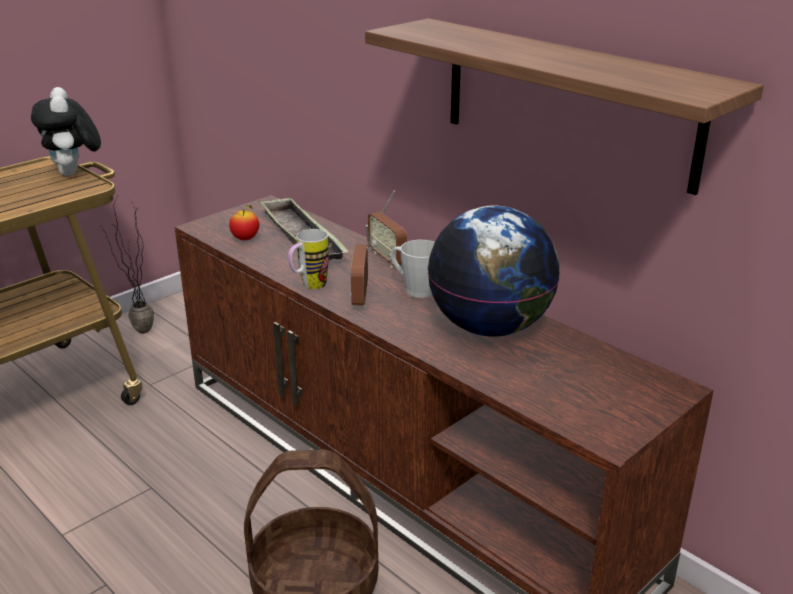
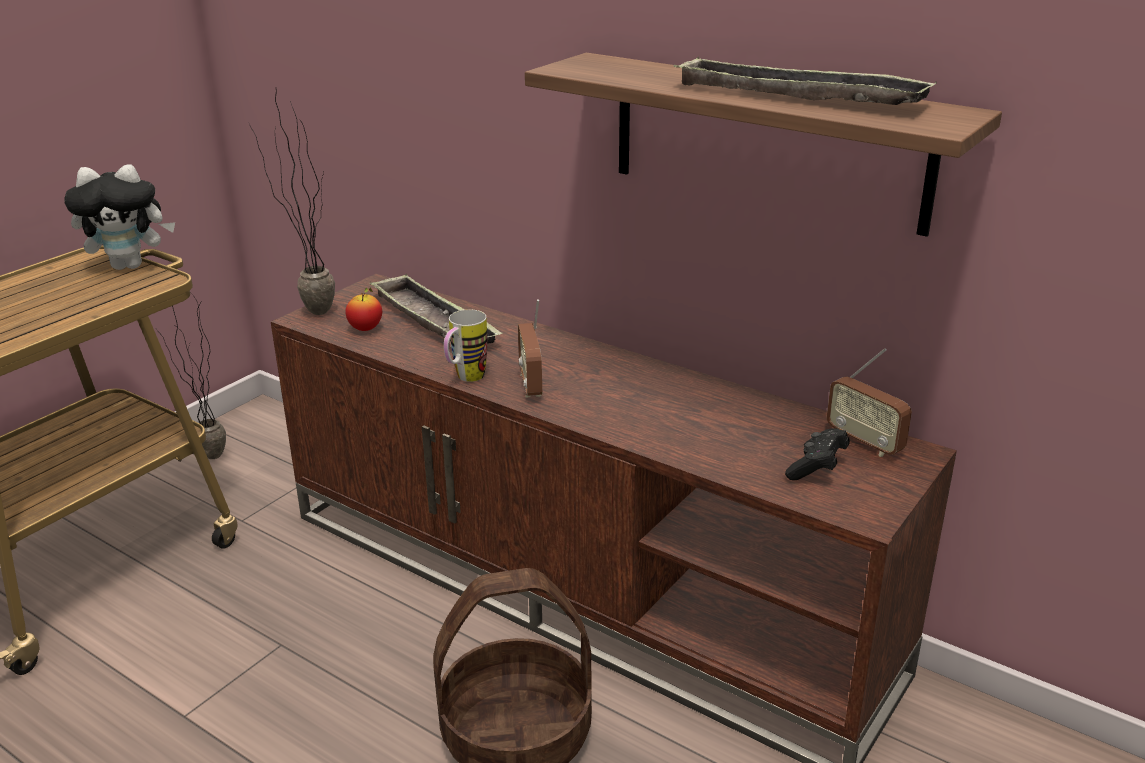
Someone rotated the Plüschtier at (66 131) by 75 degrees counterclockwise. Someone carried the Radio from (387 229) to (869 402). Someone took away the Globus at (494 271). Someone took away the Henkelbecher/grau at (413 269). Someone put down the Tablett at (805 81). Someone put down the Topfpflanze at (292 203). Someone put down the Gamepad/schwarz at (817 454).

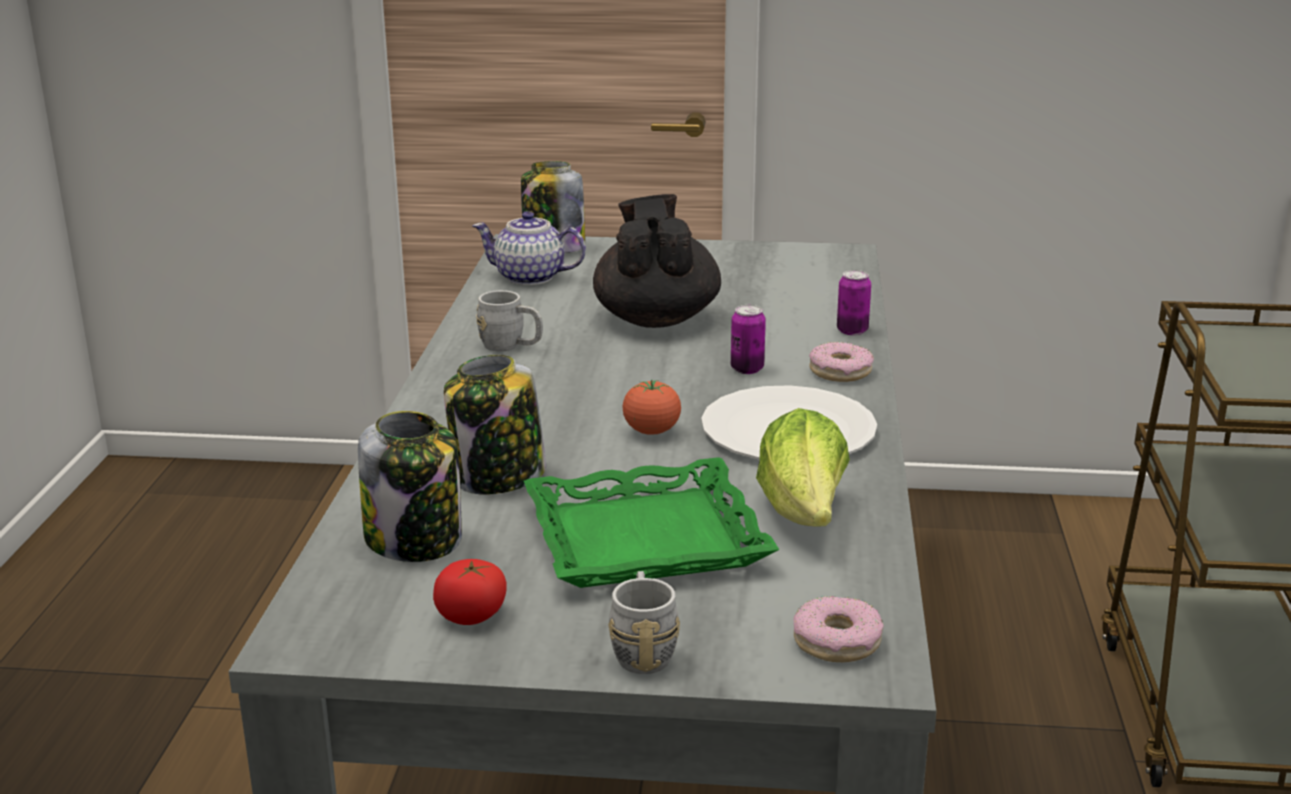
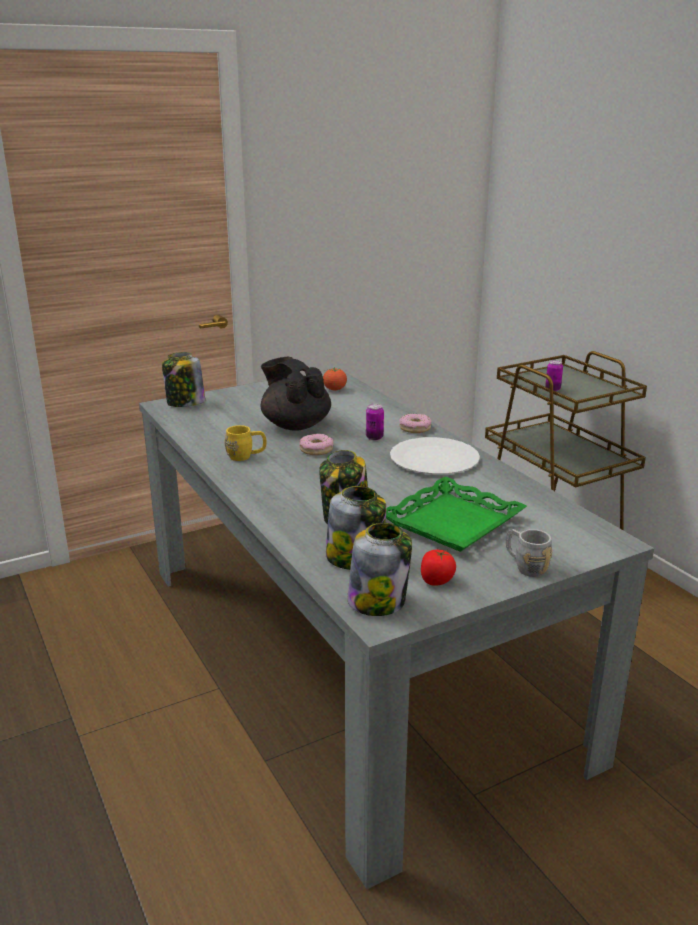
Someone took away the Teekanne at (529 248). Someone carried the Dose from (854 303) to (554 376). Someone repainted the Henkelbecher/grau at (509 320), which became the Henkelbecher/gelb at (245 443). Someone carried the Tomate from (652 407) to (335 379). Someone took away the Salatkopf at (803 467). Someone carried the Donut from (838 629) to (316 444). Someone put down the Vorratsglas at (379 569).

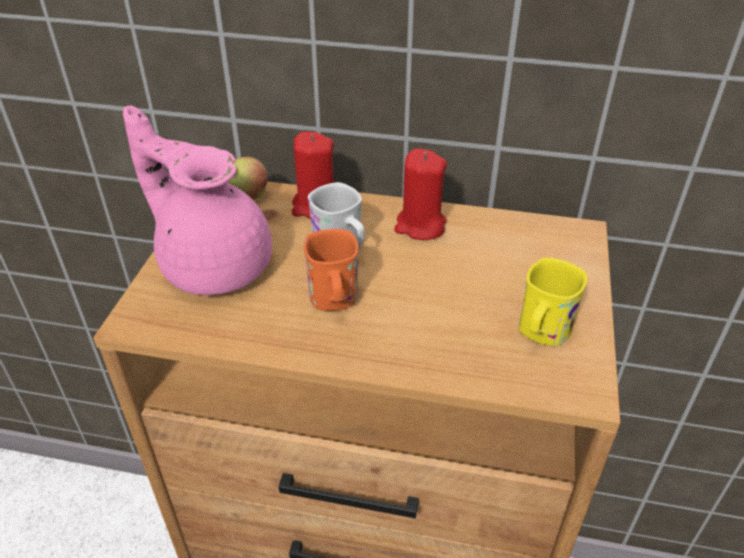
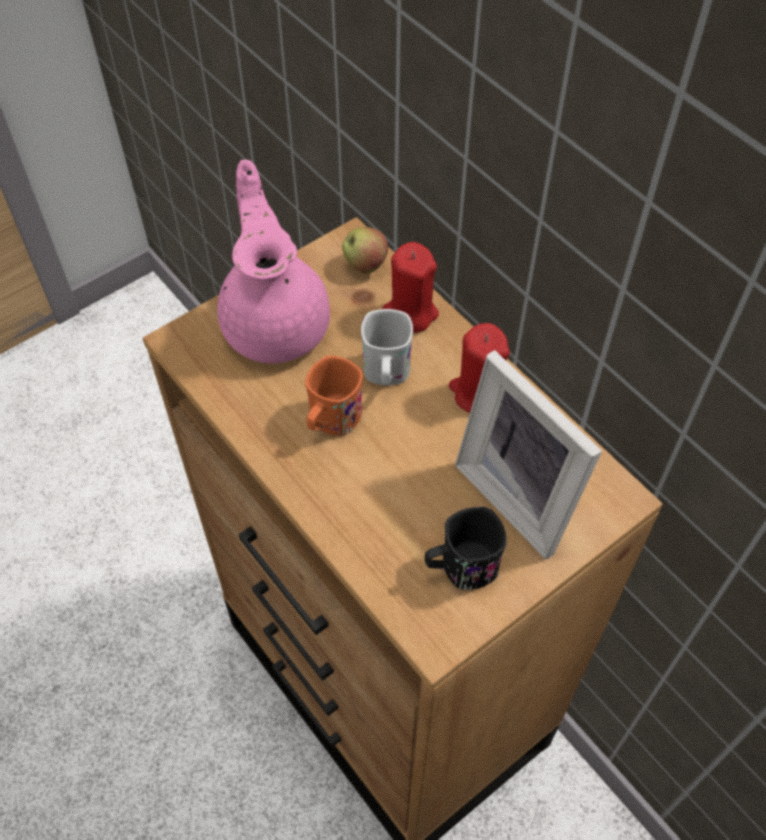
Someone repainted the Henkelbecher/gelb at (553 302), which became the Henkelbecher/schwarz at (466 548). Someone put down the Bilderrahmen at (528 454).

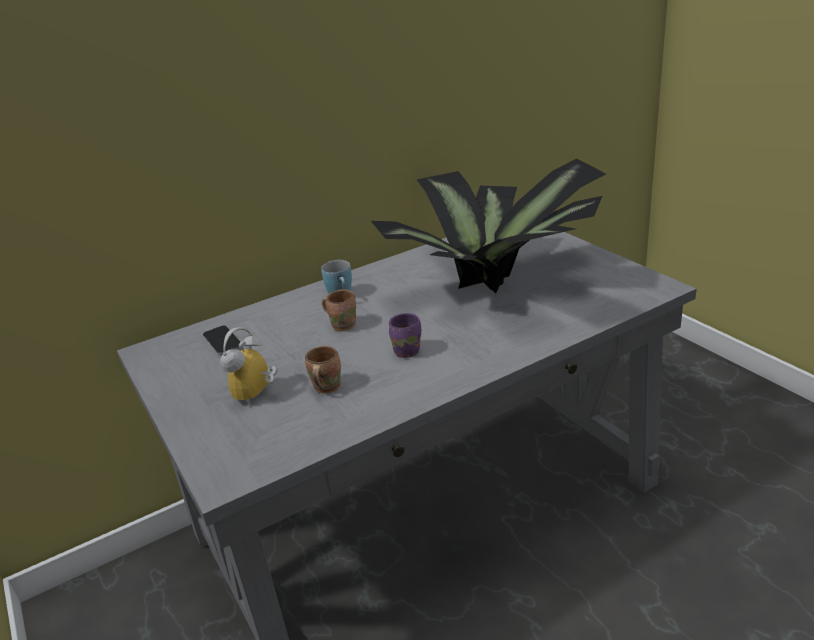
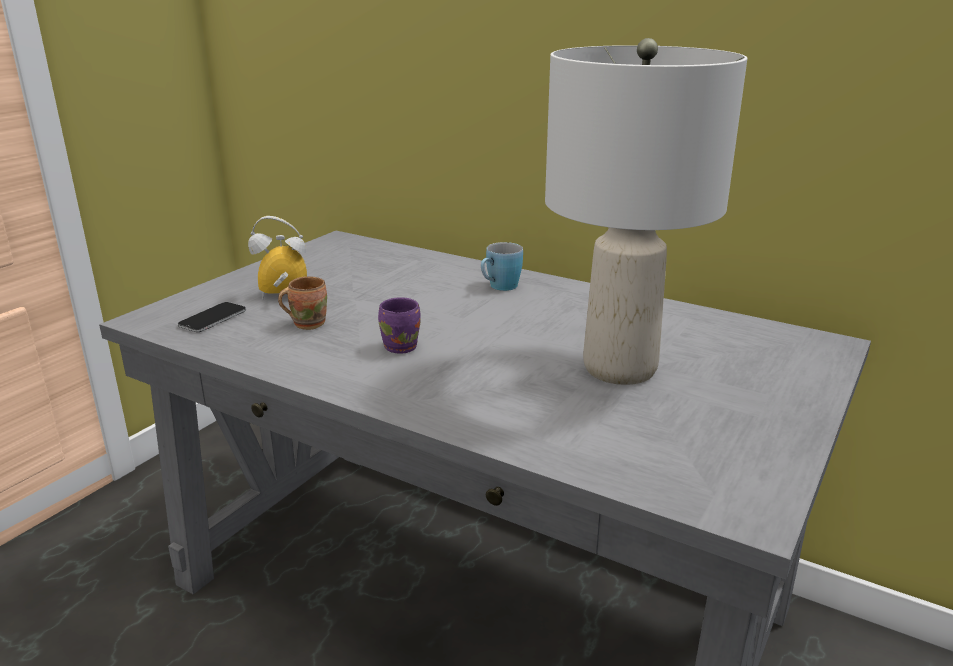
Someone swapped the Topfpflanze at (488 226) for the Tischlampe/grau at (646 211). Someone took away the Henkelbecher/braun at (339 310). Someone carried the Handy from (221 340) to (212 317).

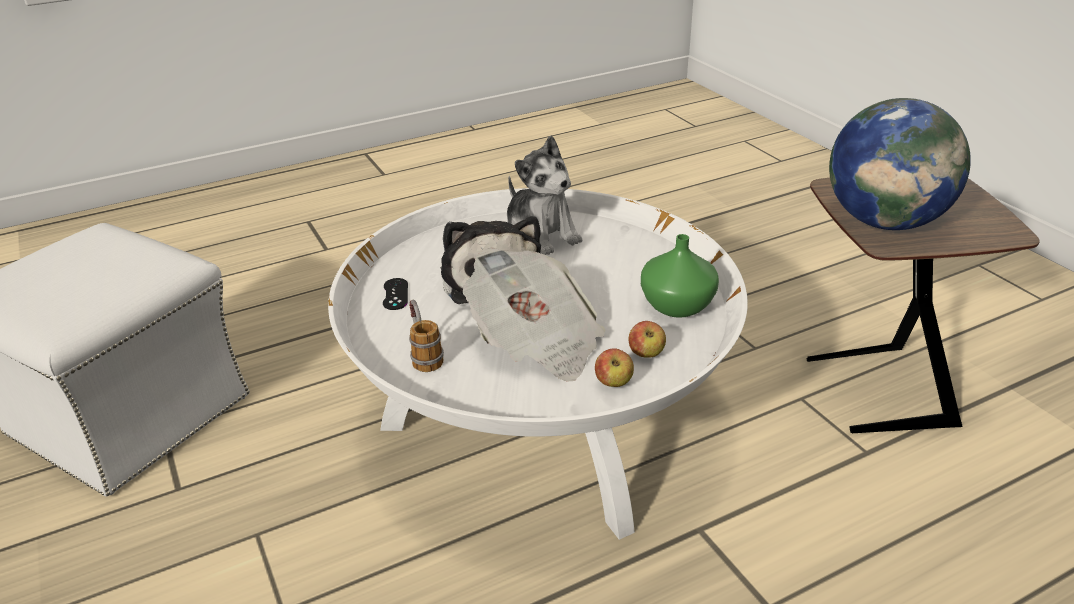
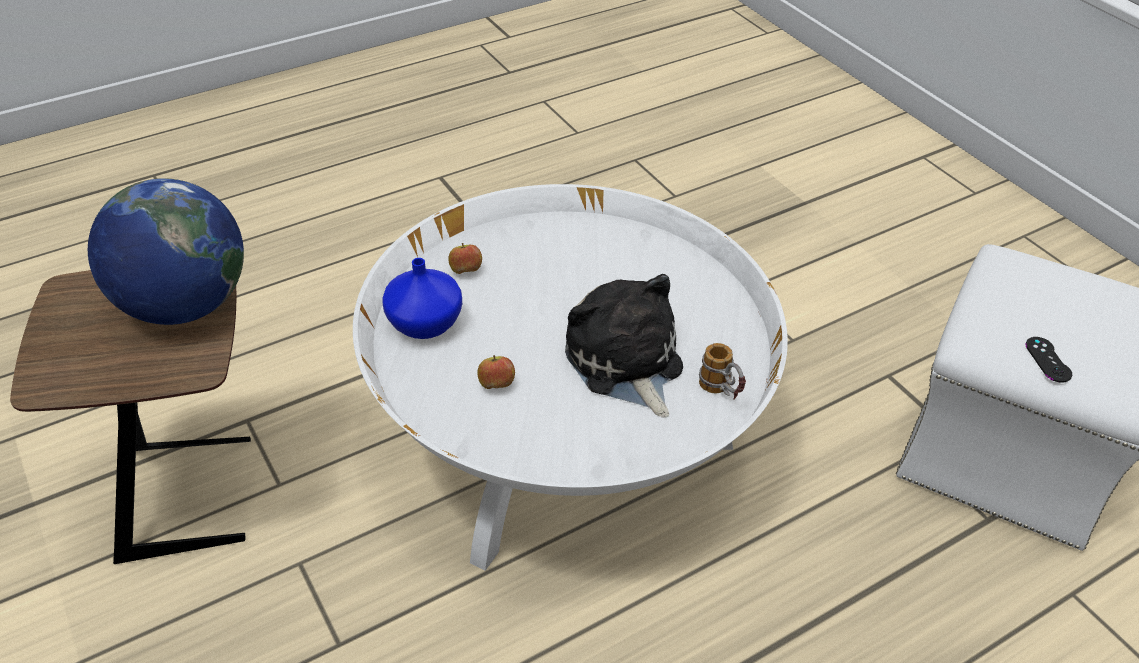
Someone took away the Plüschtier at (544 195). Someone repainted the Vase/grün at (680 276), which became the Vase/blau at (422 298). Someone took away the Zeitung at (534 315). Someone carried the Gamepad/schwarz from (395 294) to (1049 359). Someone carried the Henkelbecher from (426 336) to (722 371). Someone carried the Apfel from (614 367) to (496 372).

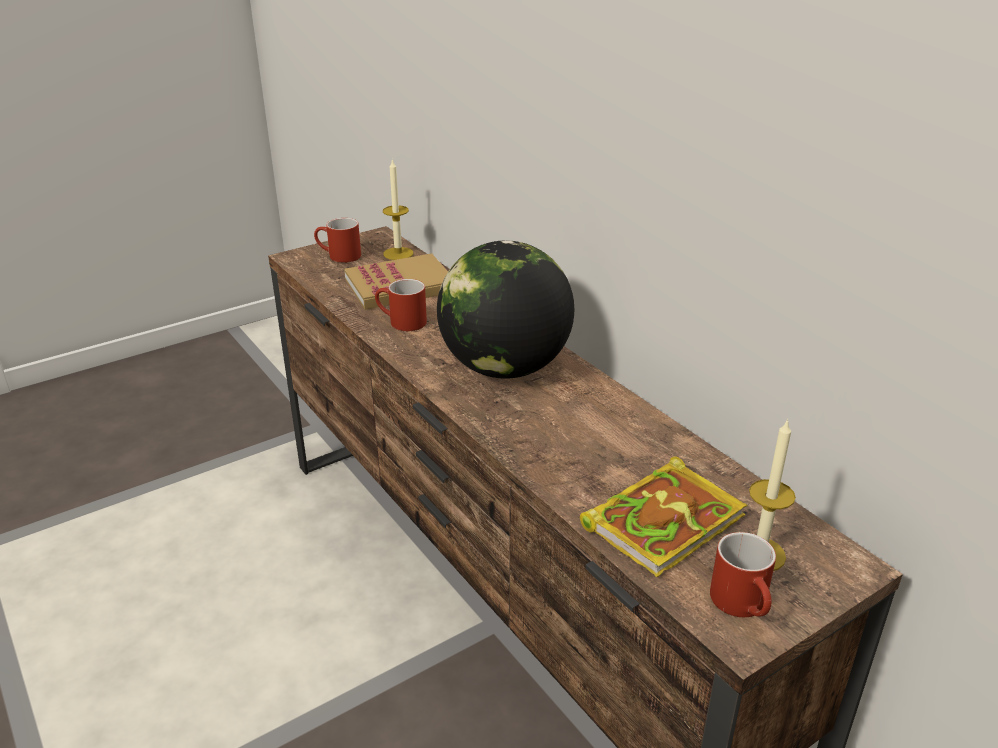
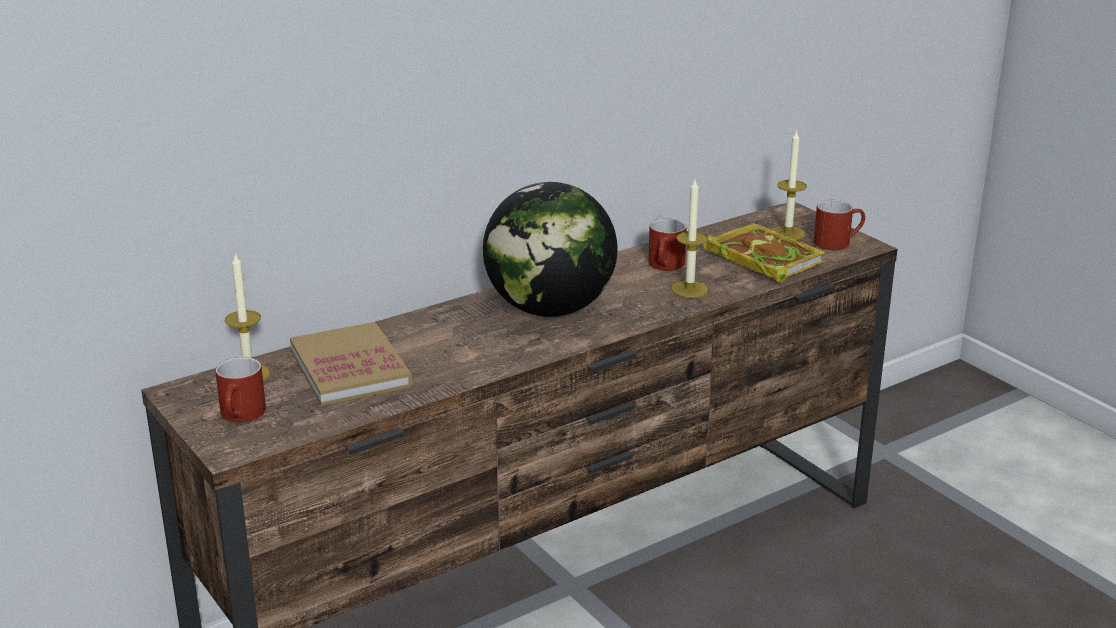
Someone carried the Henkelbecher/rot from (401 305) to (667 245). Someone put down the Kerze at (689 239).

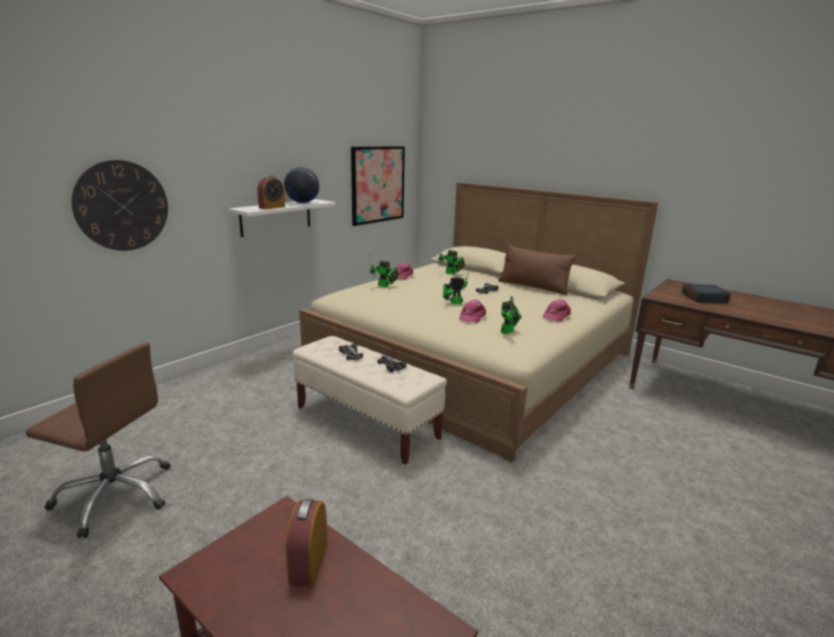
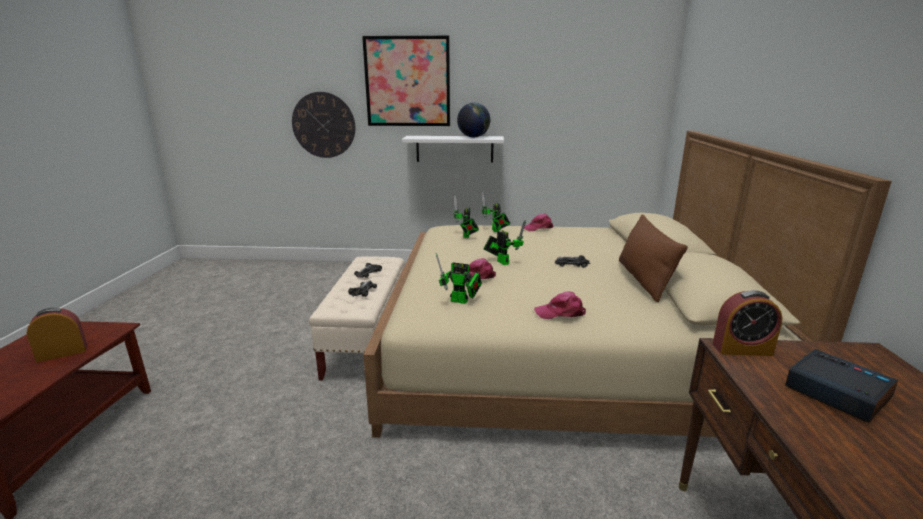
Someone carried the Bild from (378 186) to (406 80). Someone carried the Wecker from (271 192) to (747 323). Someone carried the Spielzeugroboter from (451 258) to (466 216). Someone took away the Bürostuhl/braun at (98 440).

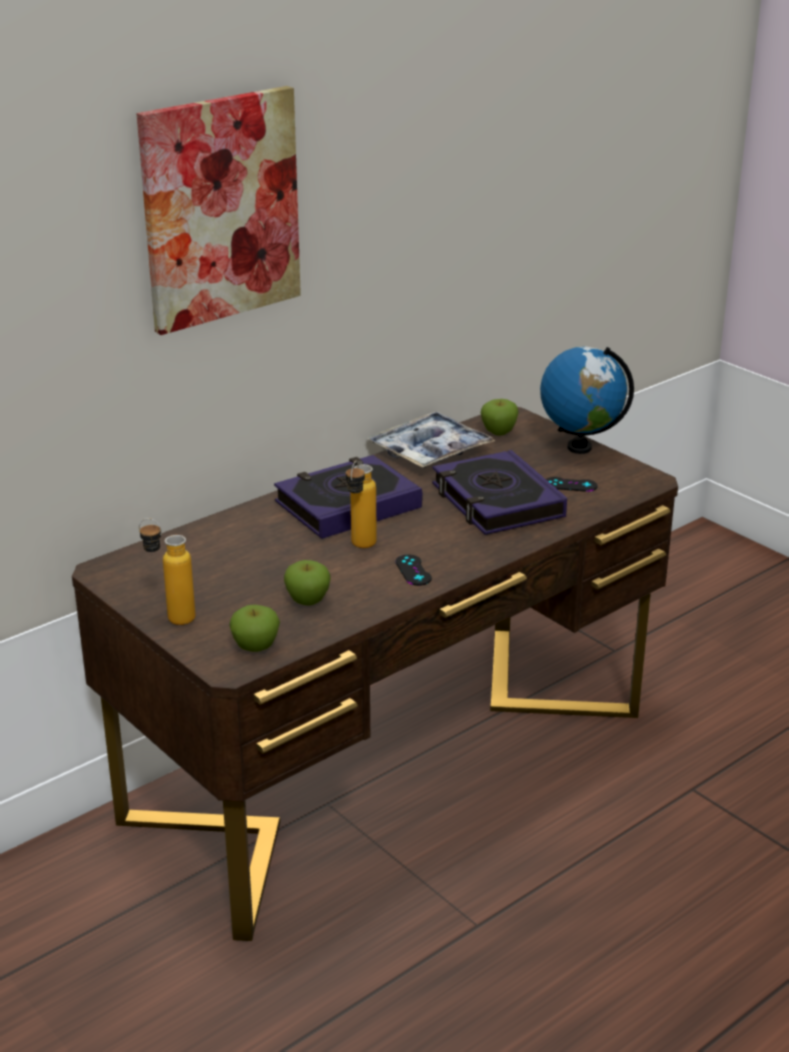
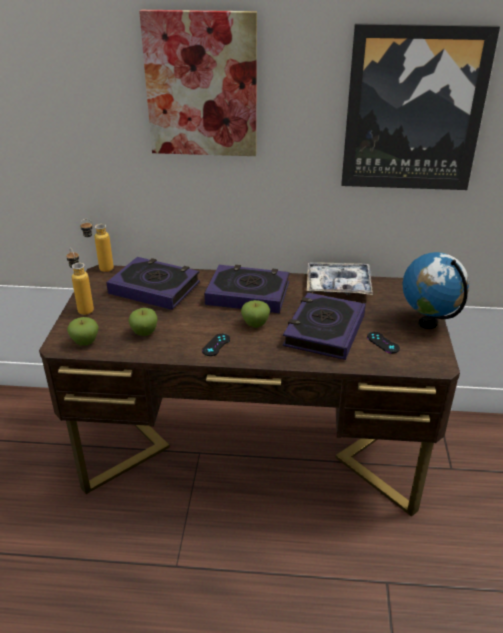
Someone carried the Apfel from (500 417) to (255 314). Someone carried the Flasche from (361 504) to (97 245). Someone put up the Bild at (420 106). Someone put down the Buch at (153 283).

